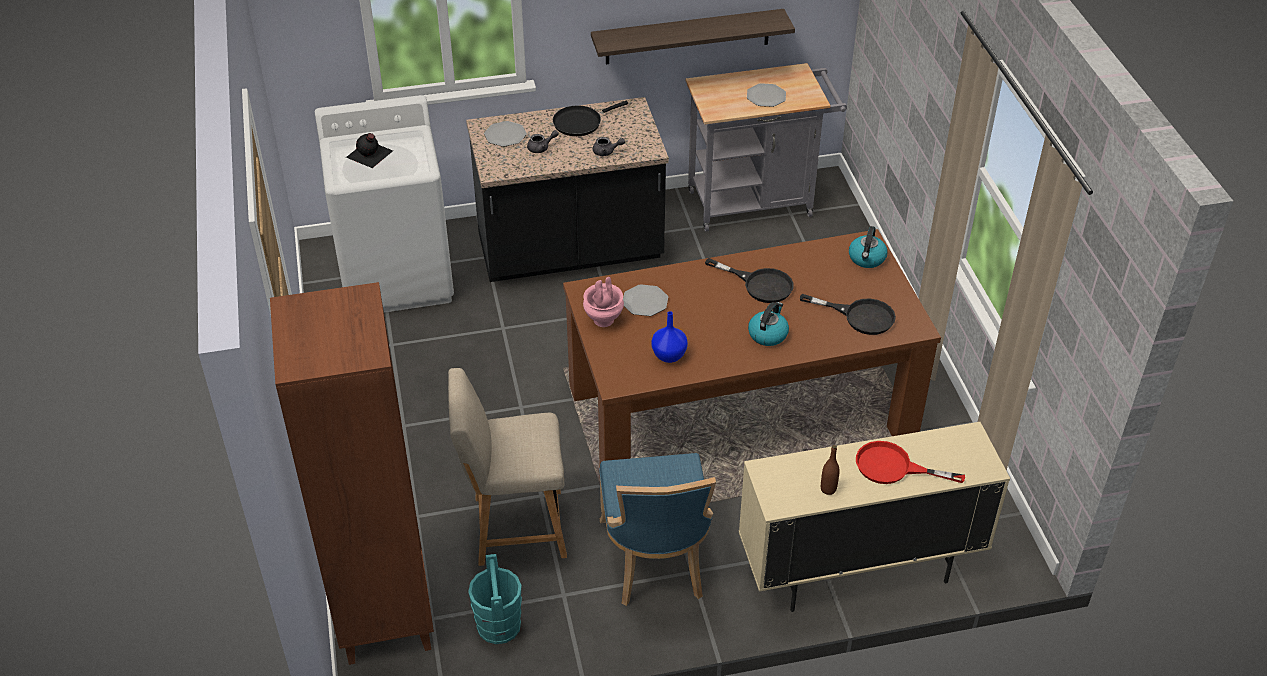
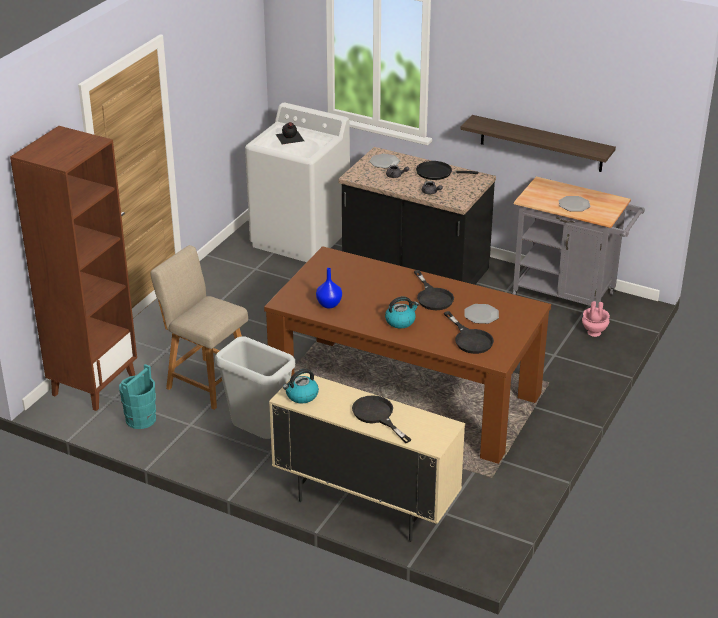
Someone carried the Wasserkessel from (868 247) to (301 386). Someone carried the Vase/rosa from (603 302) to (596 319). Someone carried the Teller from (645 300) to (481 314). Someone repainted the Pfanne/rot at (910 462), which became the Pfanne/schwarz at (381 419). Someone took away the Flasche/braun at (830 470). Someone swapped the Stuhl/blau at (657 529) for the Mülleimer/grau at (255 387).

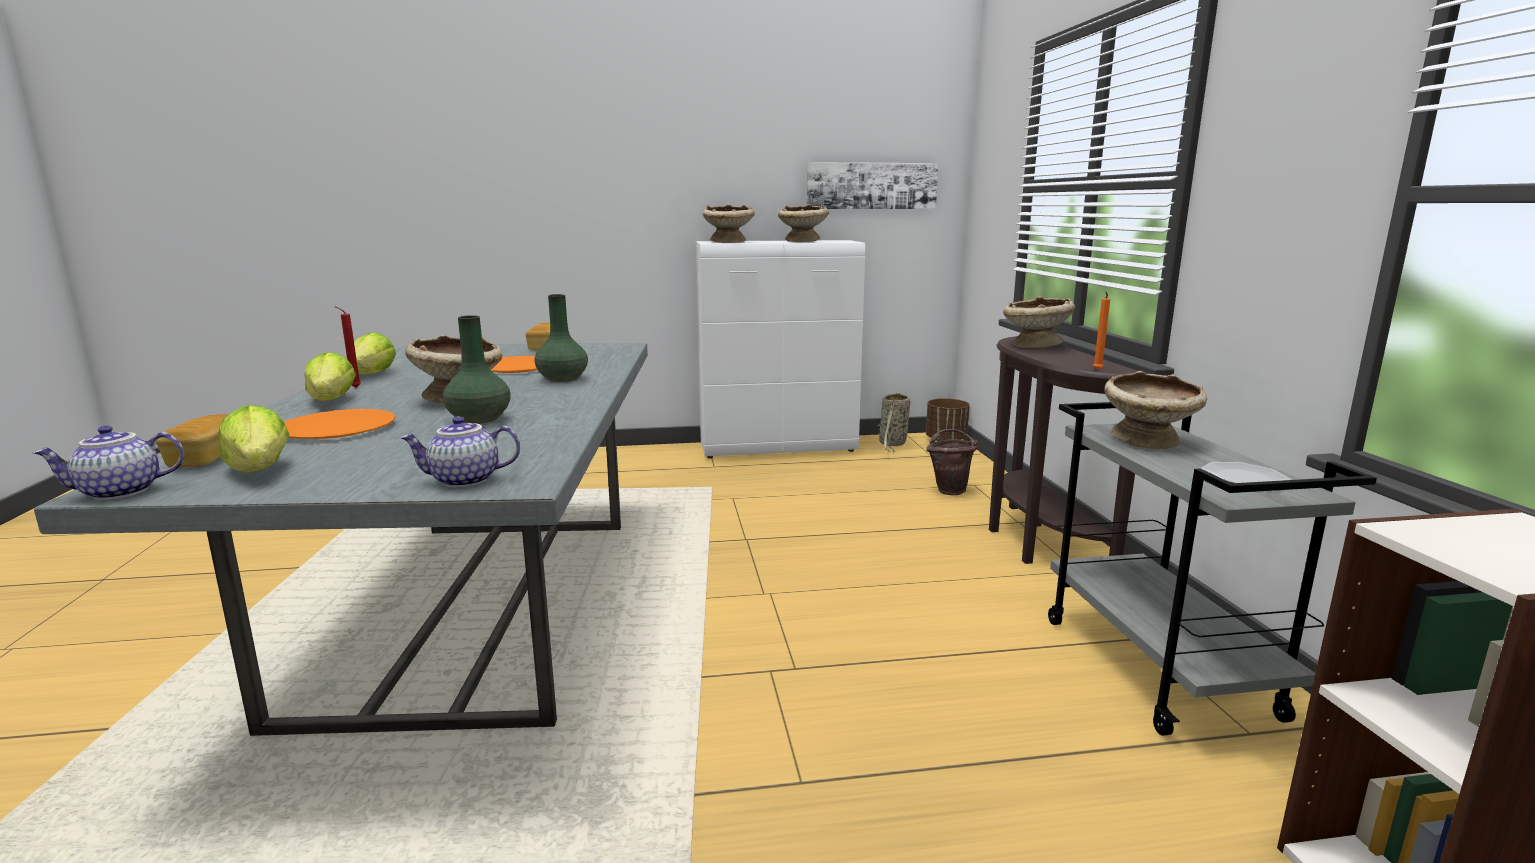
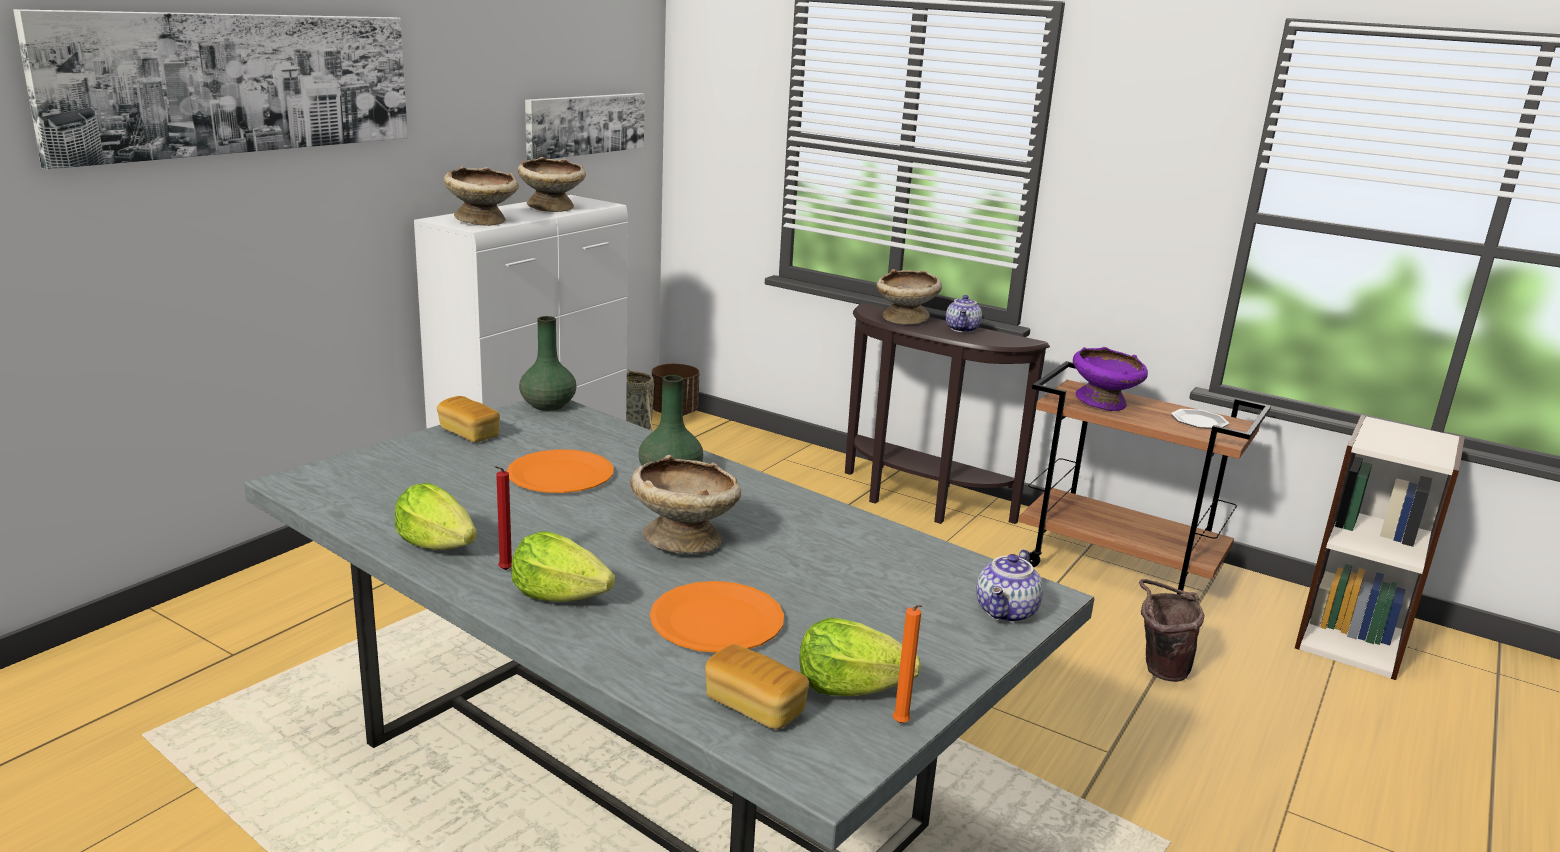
Someone carried the Kerze/orange from (1101 331) to (907 664). Someone carried the Vase/grün from (477 369) to (547 363). Someone repainted the Schüssel/beige at (1155 410), which became the Schüssel/lila at (1110 379). Someone repainted the Rollwagen/grau at (1212 569), which became the Rollwagen/braun at (1145 478). Someone carried the Teekanne from (108 463) to (964 314). Someone carried the Eimer/braun from (952 462) to (1171 630). Someone put up the Bild at (210 89).

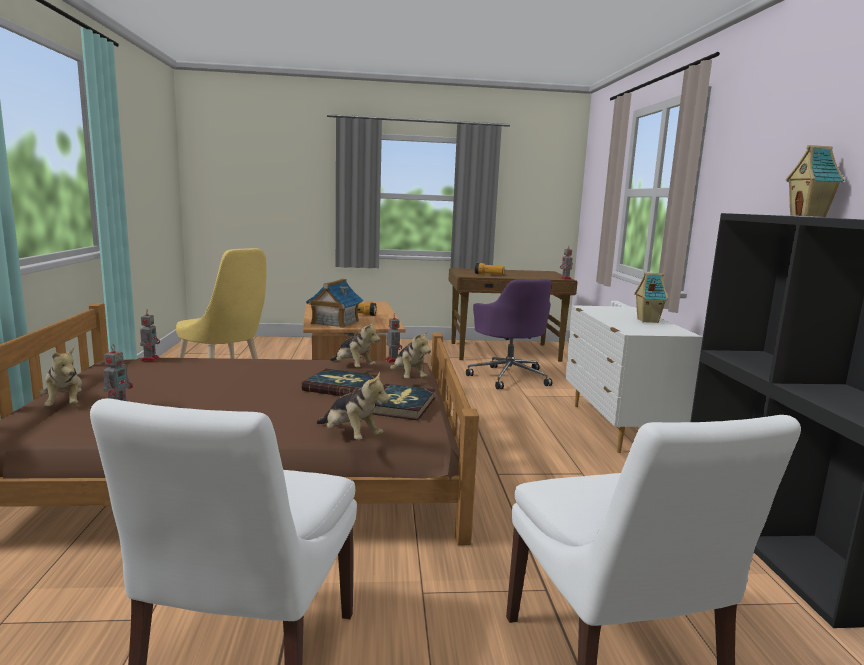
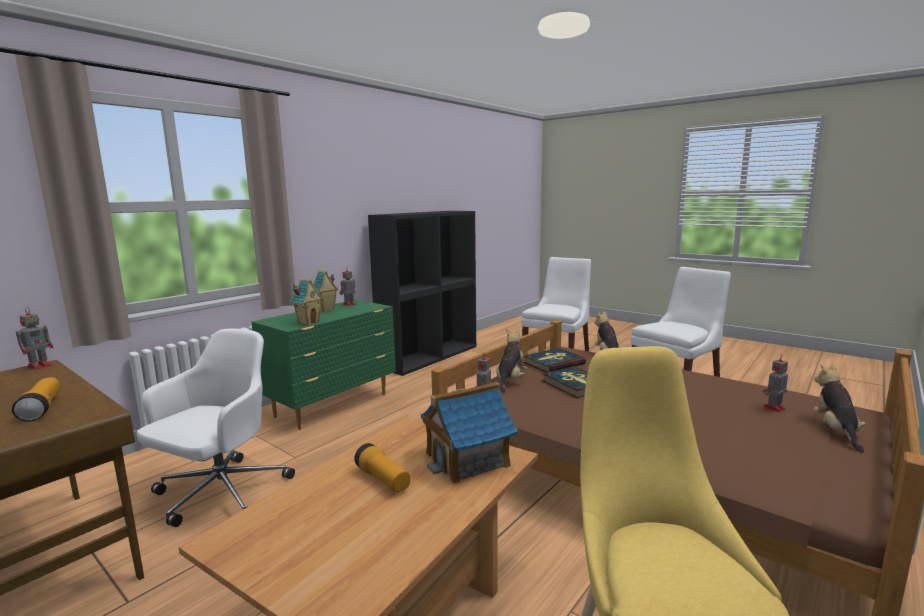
Someone carried the Spielzeughaus from (815 181) to (307 301). Someone repainted the Bürostuhl/lila at (509 334), which became the Bürostuhl/weiß at (216 427). Someone repainted the Kommode/weiß at (634 379), which became the Kommode/grün at (324 365). Someone carried the Spielzeugroboter from (150 335) to (348 286). Someone took away the Plüschtier at (355 343).

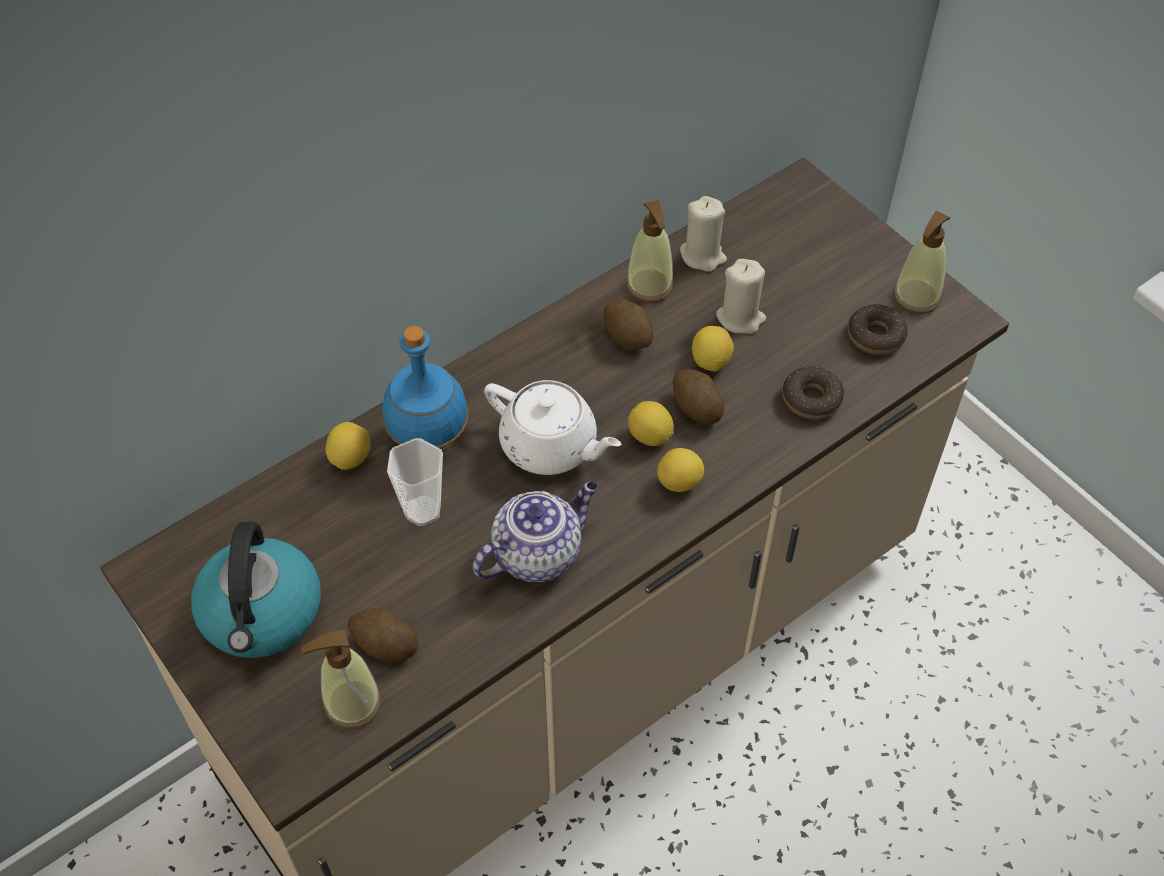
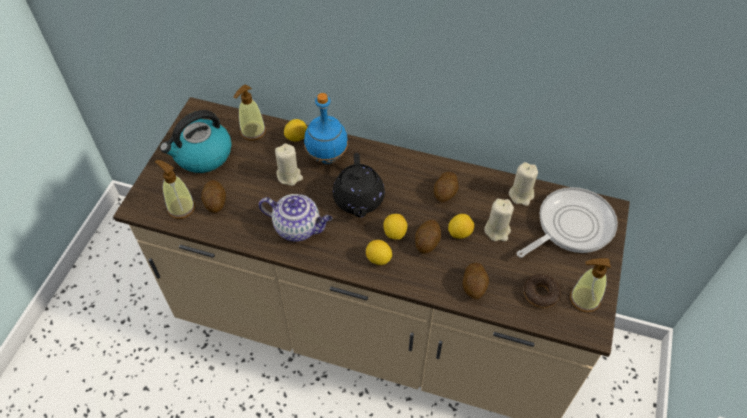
Someone carried the Seifenspender from (650 251) to (250 112). Someone swapped the Donut at (813 392) for the Kartoffel at (476 281). Someone repainted the Teekanne/weiß at (552 427), which became the Teekanne/schwarz at (359 185). Someone swapped the Tasse at (415 482) for the Kerze/beige at (289 164). Someone put down the Pfanne at (567 222).

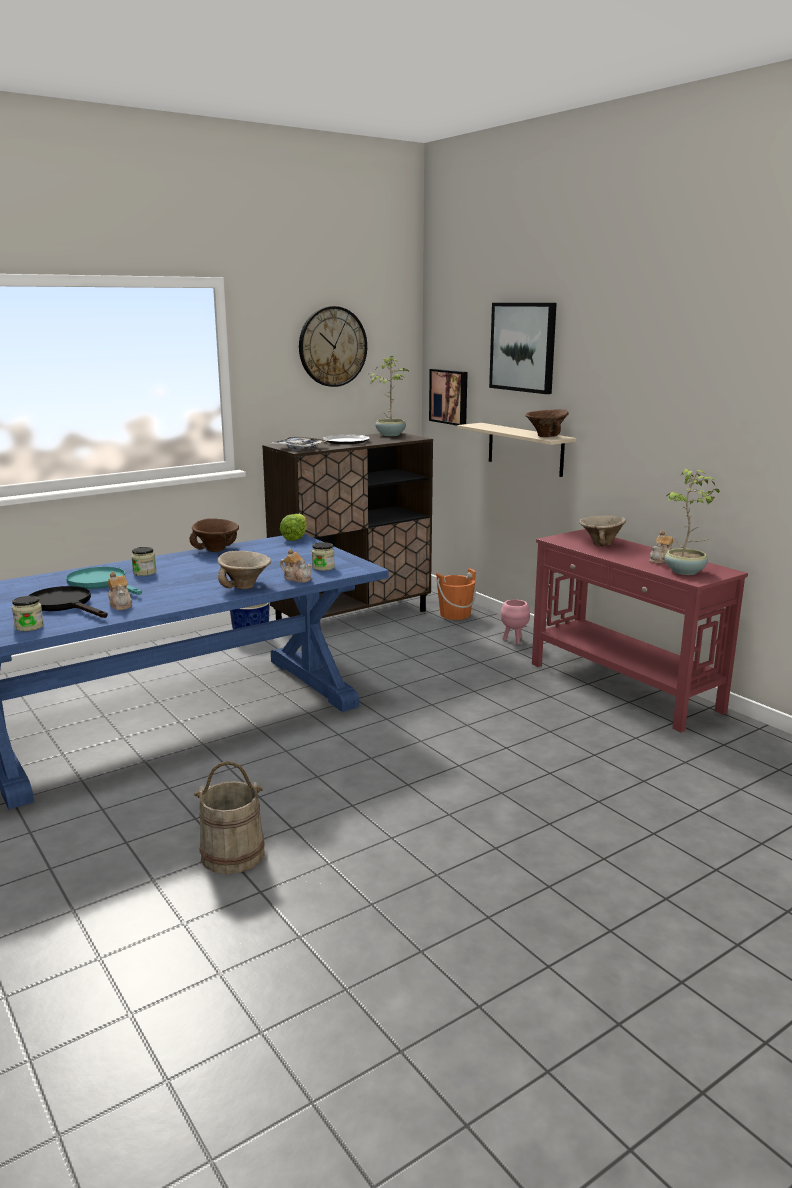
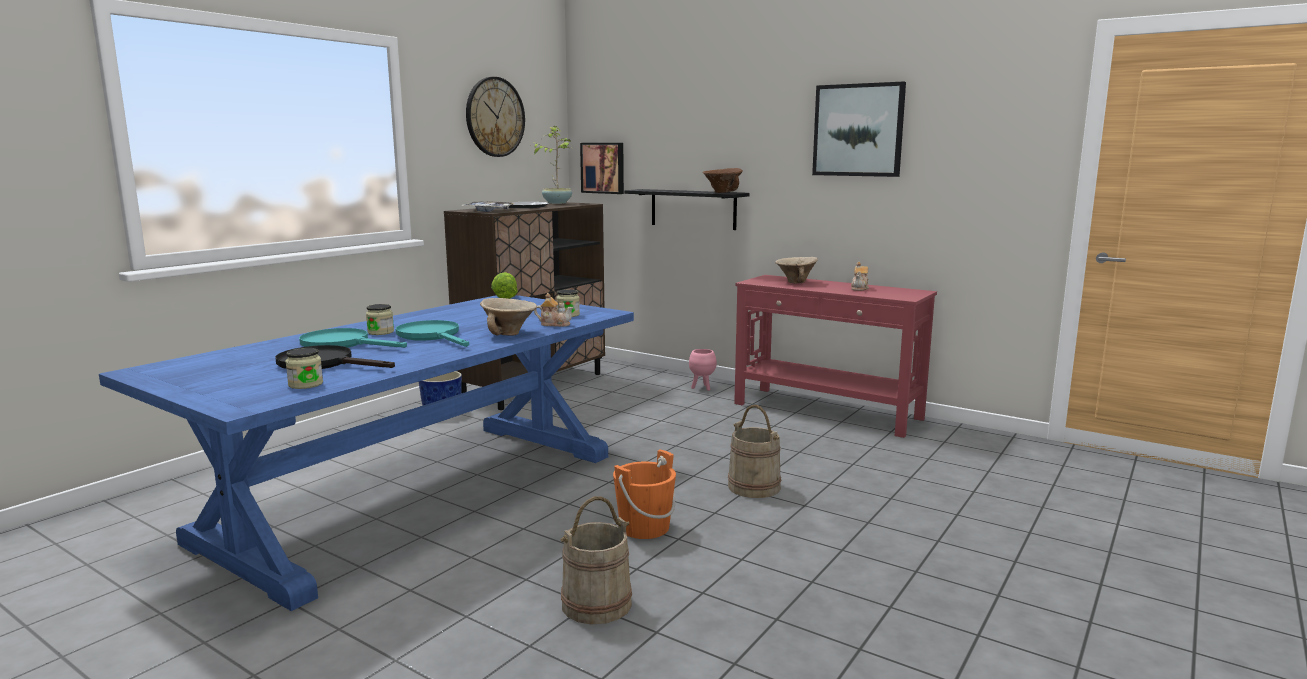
Someone carried the Bild from (523 348) to (859 129). Someone repainted the Wandregal/beige at (516 450), which became the Wandregal/schwarz at (687 209). Someone took away the Topfpflanze at (692 522). Someone took away the Schüssel/braun at (214 535). Someone carried the Eimer/orange from (456 594) to (644 494). Someone took away the Teekanne at (119 591). Someone put down the Pfanne/türkis at (432 333). Someone put down the Eimer/beige at (754 451).

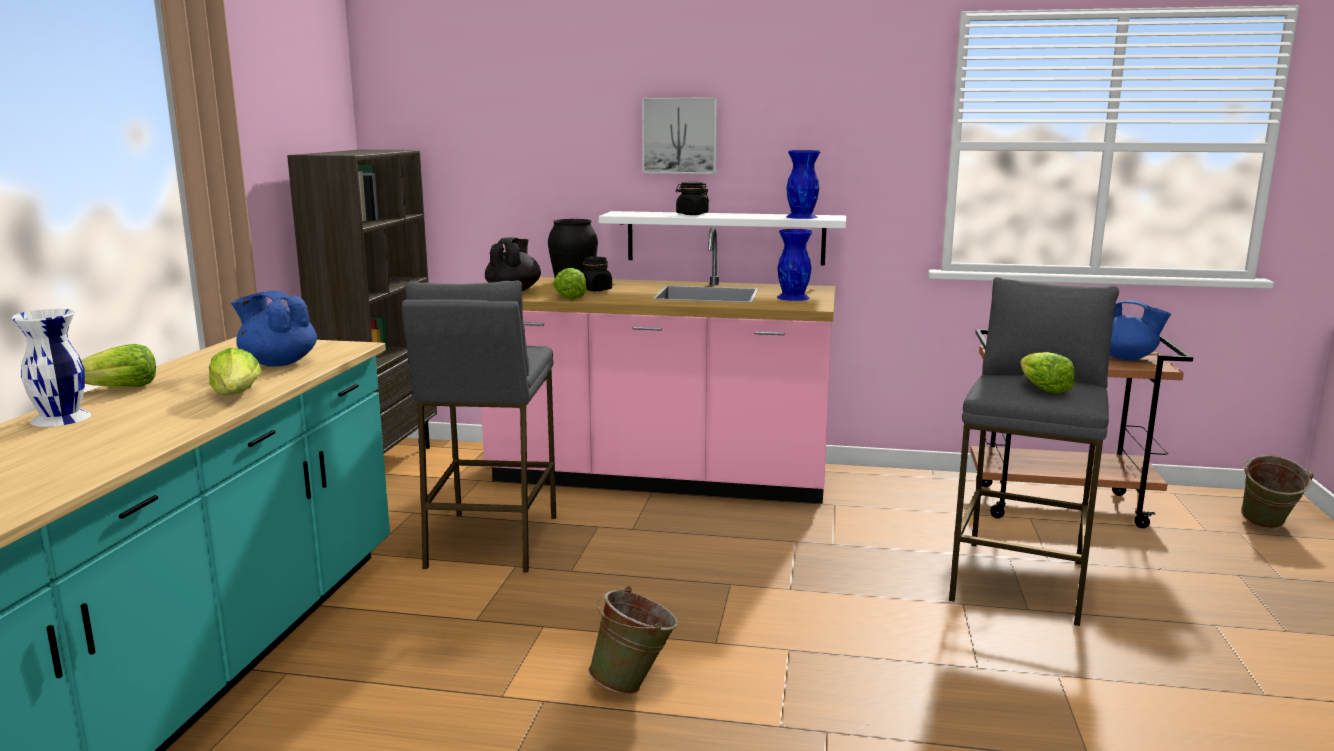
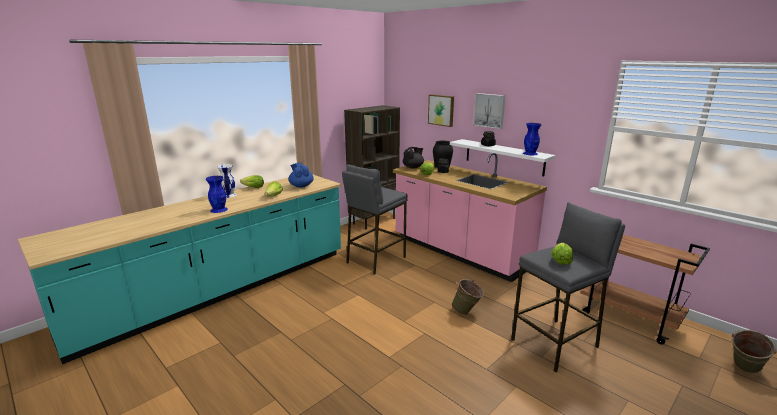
Someone carried the Vase/blau from (794 265) to (217 194). Someone took away the Teekanne/blau at (1140 330). Someone carried the Eimer/grün from (633 640) to (468 297). Someone put up the Bild at (441 110).

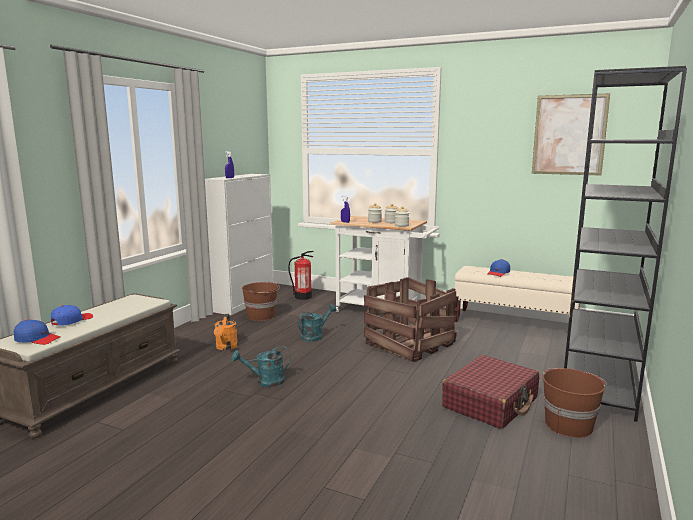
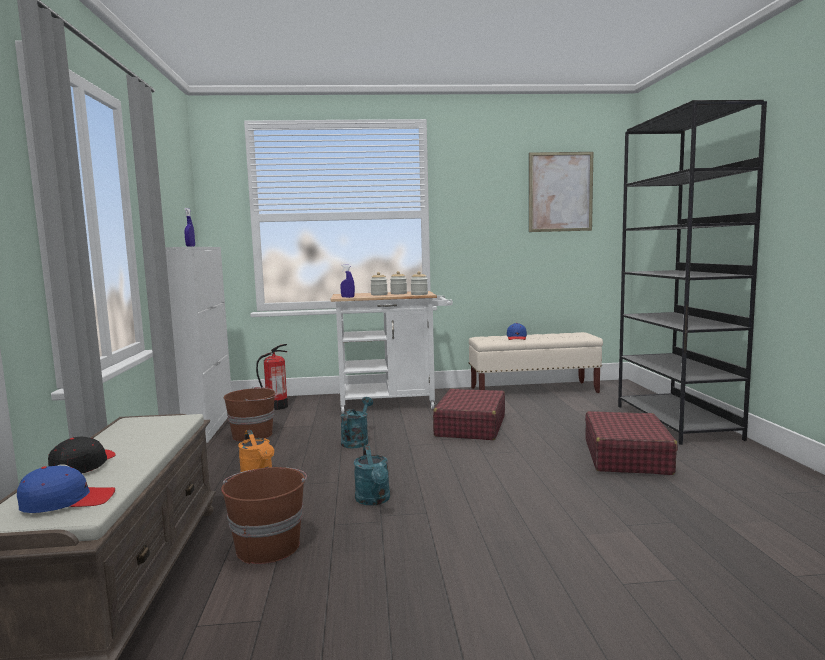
Someone swapped the Kiste at (411 319) for the Koffer/rot at (469 414). Someone repainted the Kappe/blau at (72 315), which became the Kappe/schwarz at (82 455). Someone rotated the Gießkanne/türkis at (261 366) by 60 degrees counterclockwise. Someone carried the Eimer/braun from (575 403) to (264 515).

